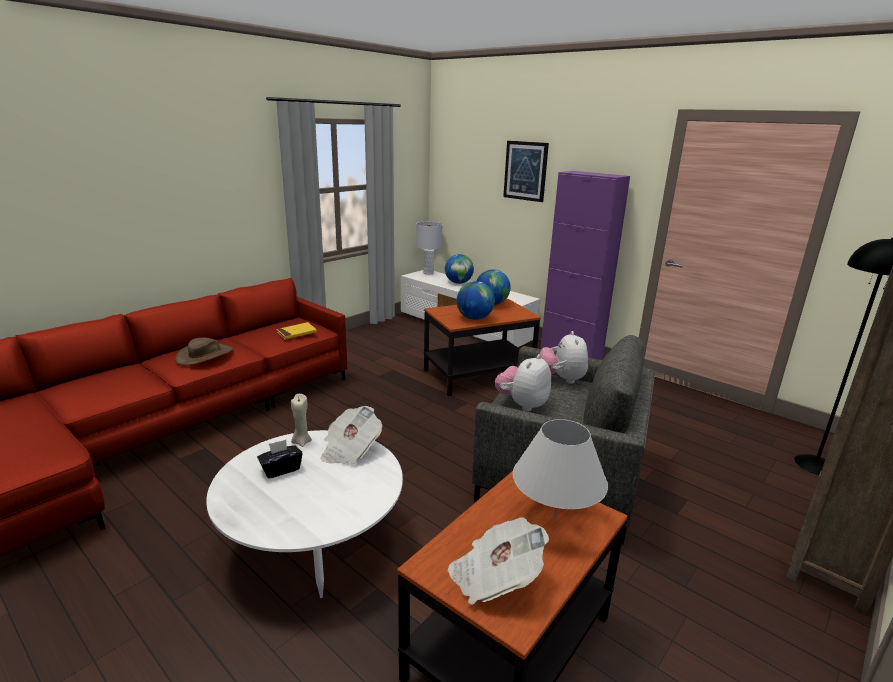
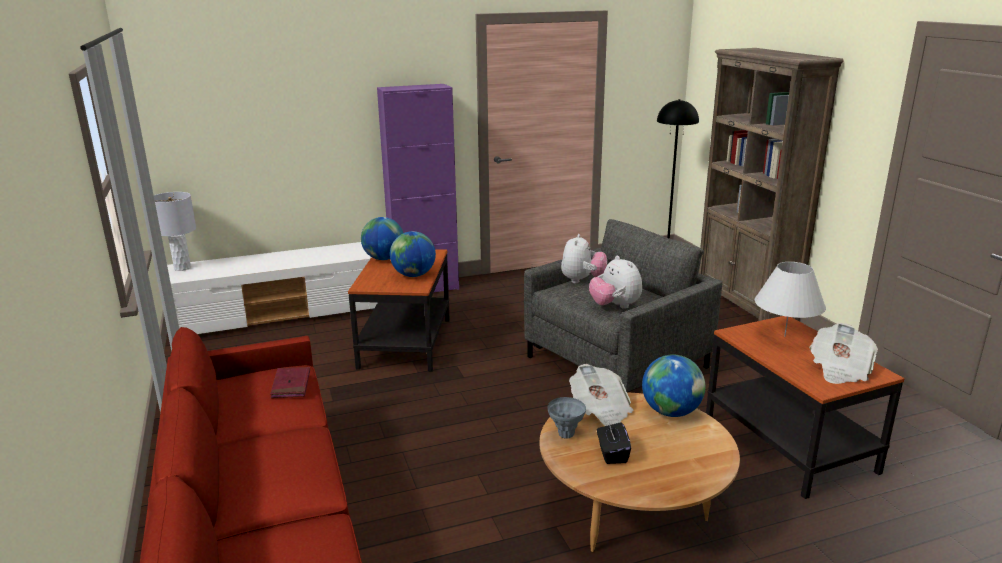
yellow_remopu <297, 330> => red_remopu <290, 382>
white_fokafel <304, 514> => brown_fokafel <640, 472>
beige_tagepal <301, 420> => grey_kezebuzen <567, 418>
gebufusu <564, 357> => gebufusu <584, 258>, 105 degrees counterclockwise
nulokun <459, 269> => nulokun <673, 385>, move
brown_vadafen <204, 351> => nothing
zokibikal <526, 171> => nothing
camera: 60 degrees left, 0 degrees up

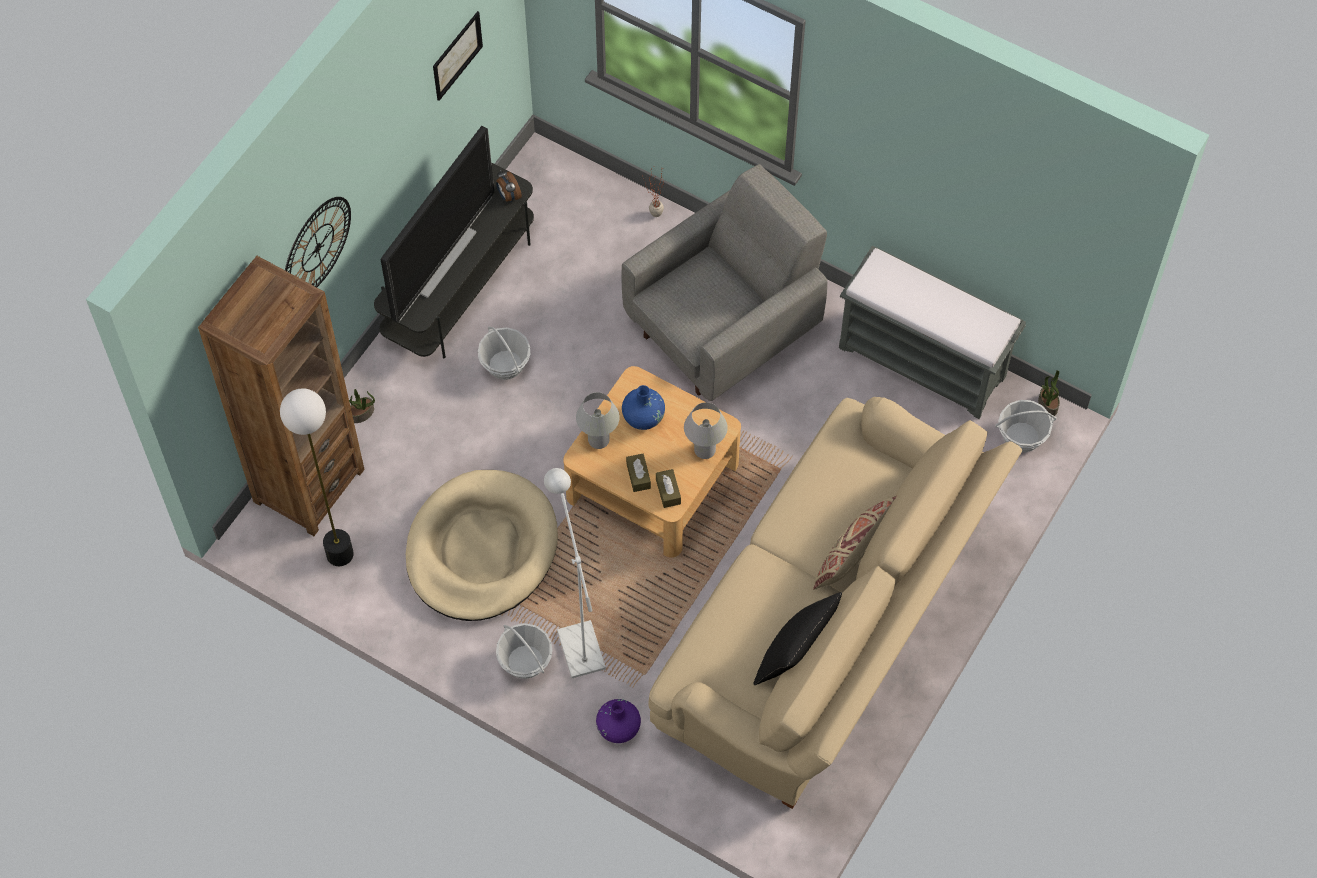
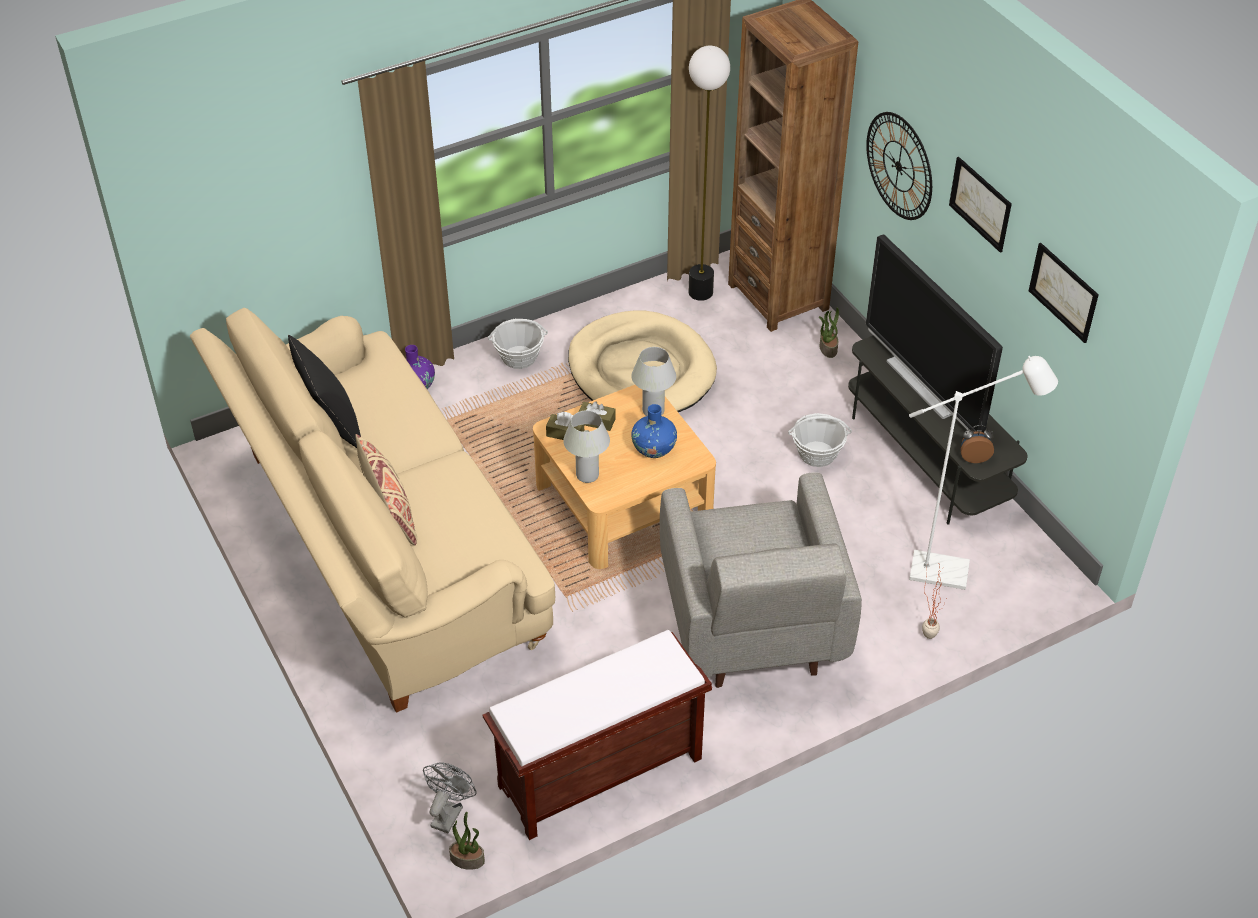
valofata <1026, 426> => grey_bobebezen <450, 797>
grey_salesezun <932, 332> => brown_salesezun <597, 735>
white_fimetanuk <575, 573> => white_fimetanuk <983, 473>, move
nothing => zokibikal <980, 205>
camera: 120 degrees right, 15 degrees down

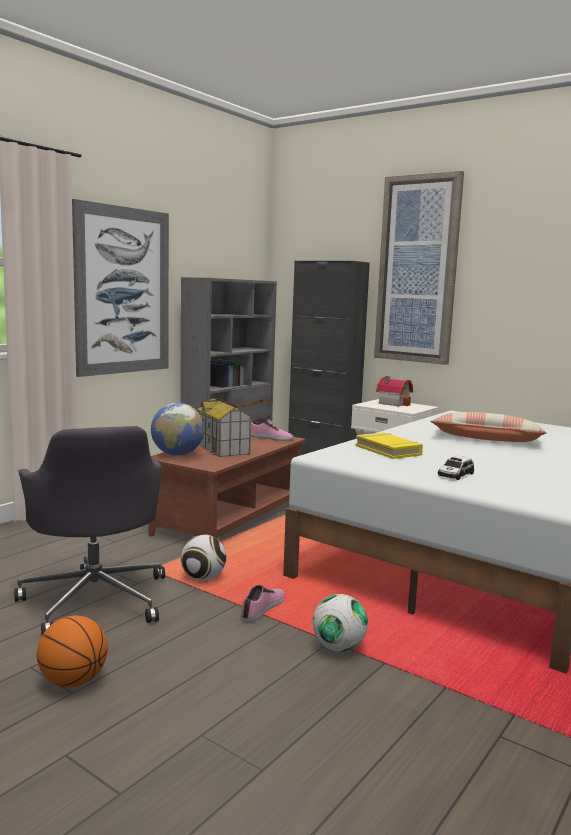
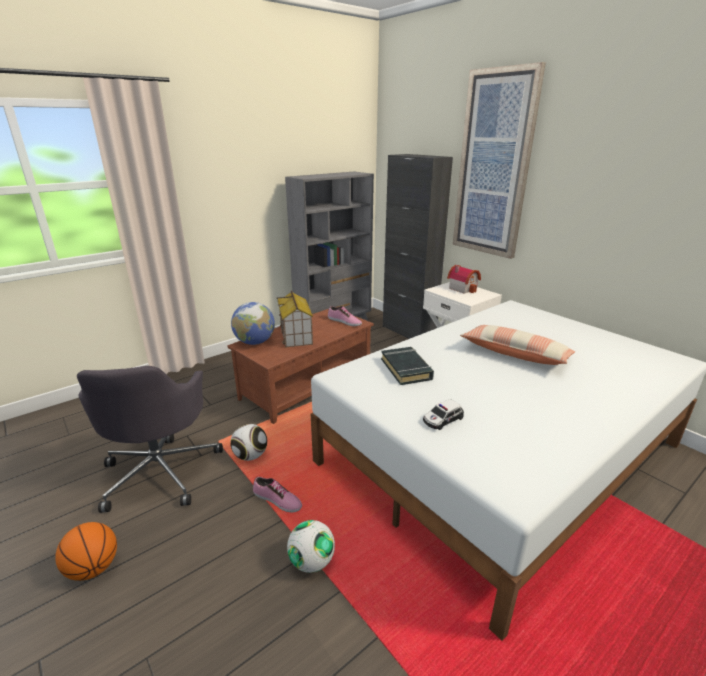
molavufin <263, 603> => molavufin <277, 495>, 75 degrees clockwise
yellow_remopu <389, 445> => black_remopu <407, 366>
zokibikal <120, 288> => nothing
camera: 15 degrees right, 15 degrees up

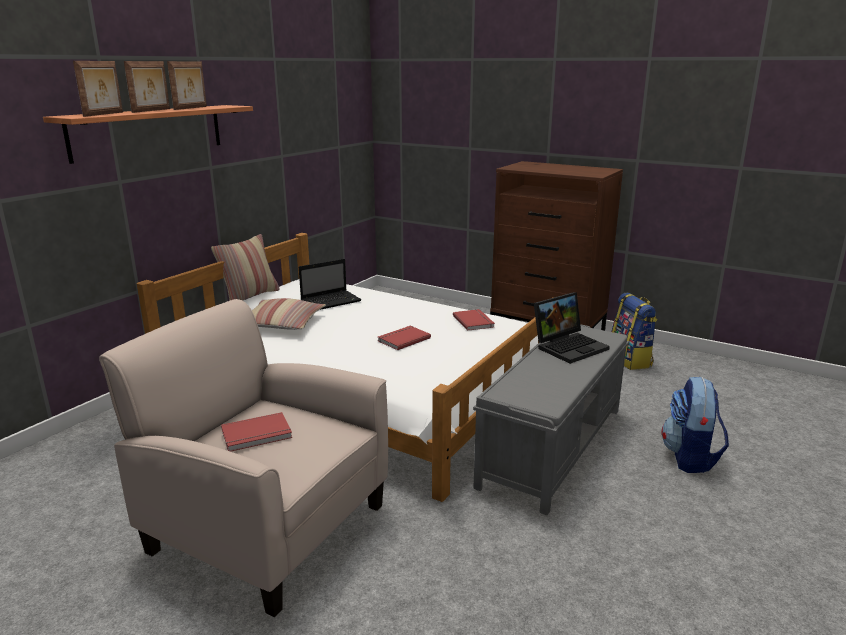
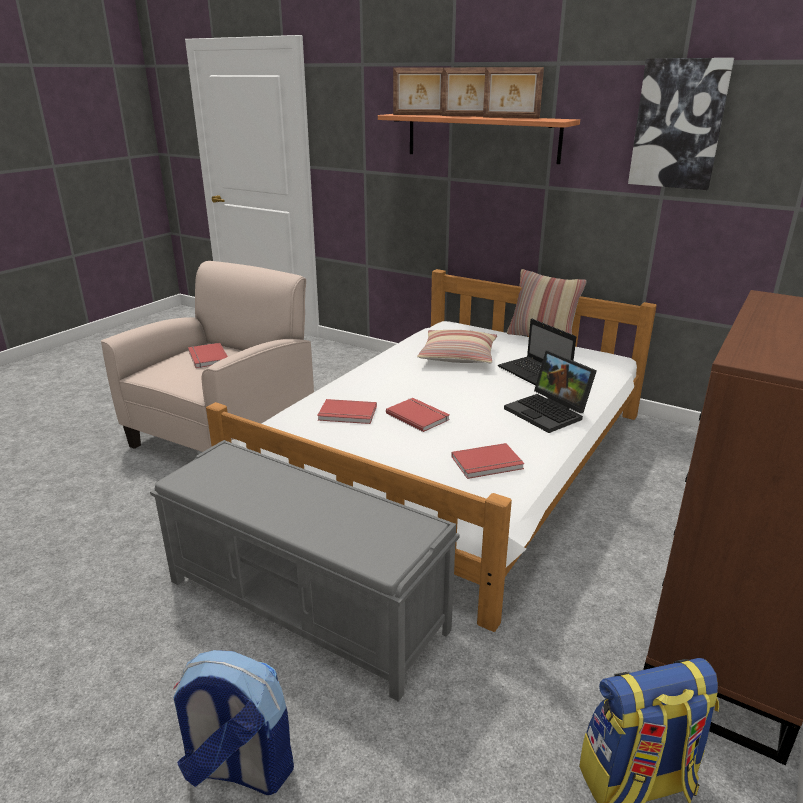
nothing => red_remopu <347, 411>
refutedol <572, 328> => refutedol <550, 392>, move
nothing => zokibikal <681, 124>
camera: 90 degrees right, 5 degrees up

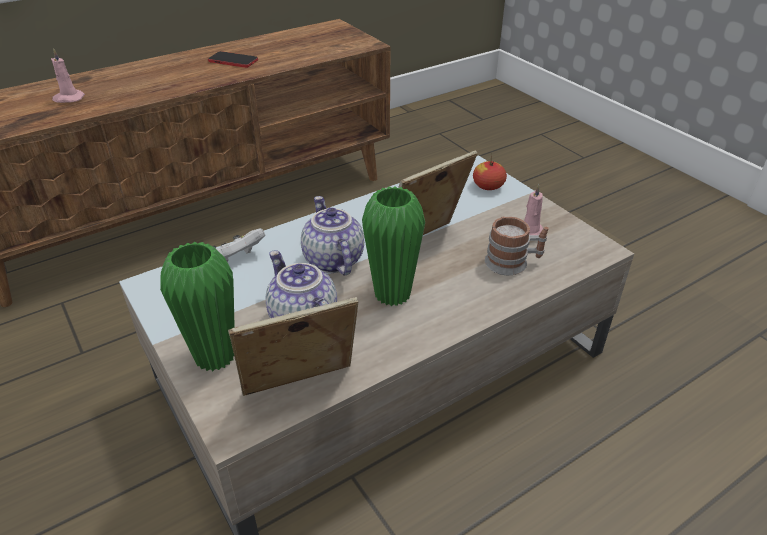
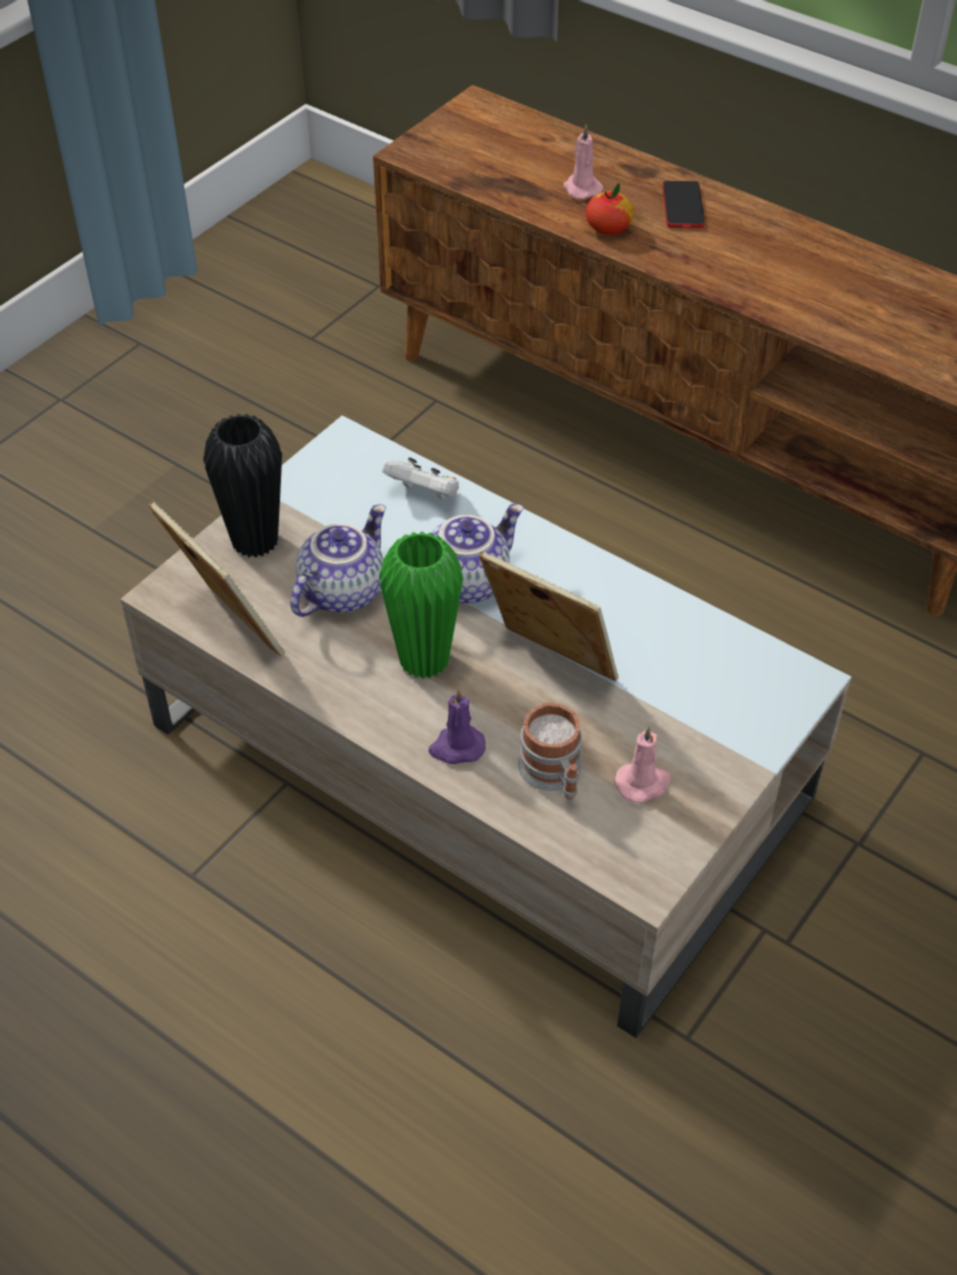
green_kezebuzen <197, 306> => black_kezebuzen <242, 485>
nothing => purple_tagepal <457, 726>
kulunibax <490, 172> => kulunibax <610, 209>, move
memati <233, 59> => memati <684, 204>, move
camera: 70 degrees right, 10 degrees up

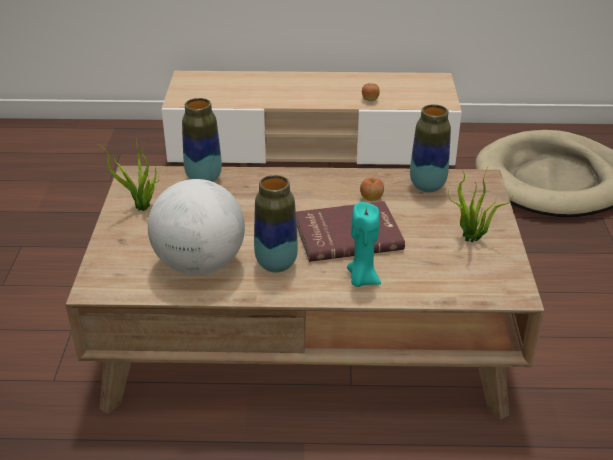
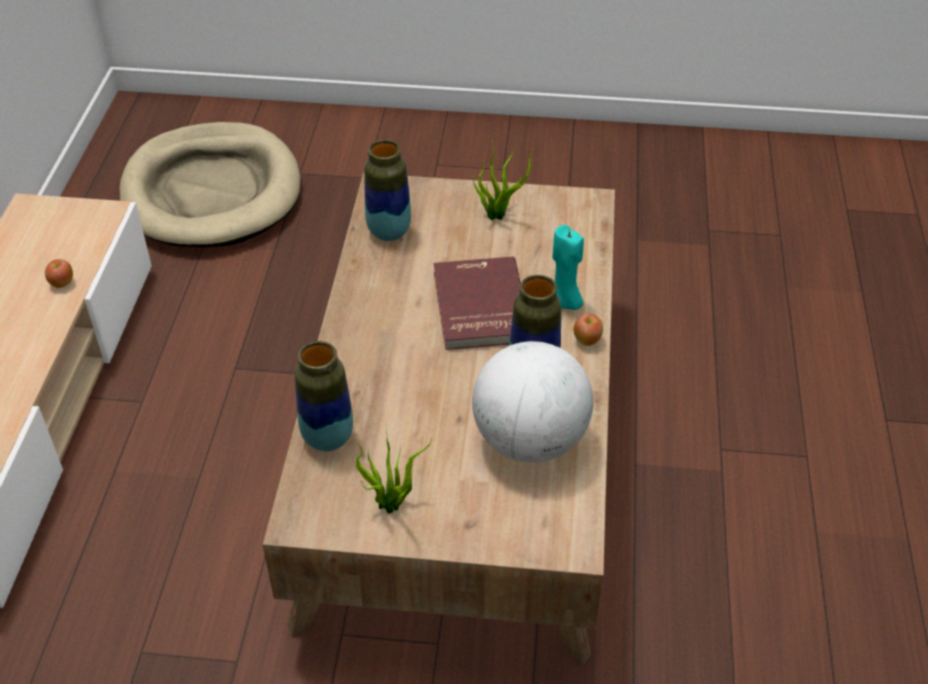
kulunibax <372, 189> => kulunibax <588, 330>, move
camera: 85 degrees left, 10 degrees up

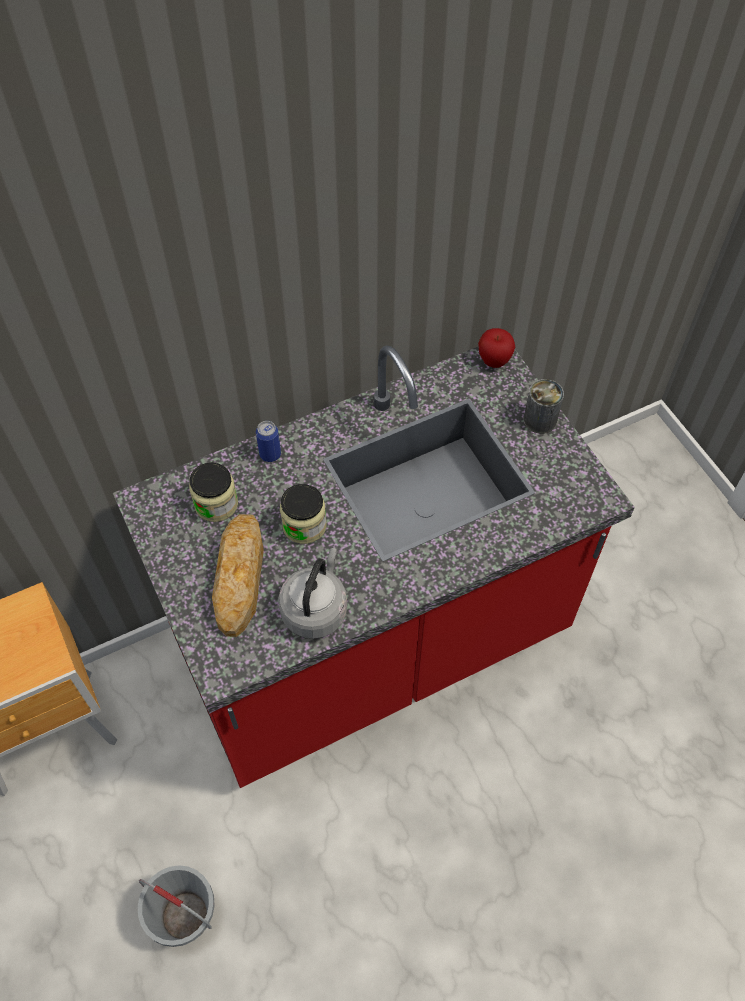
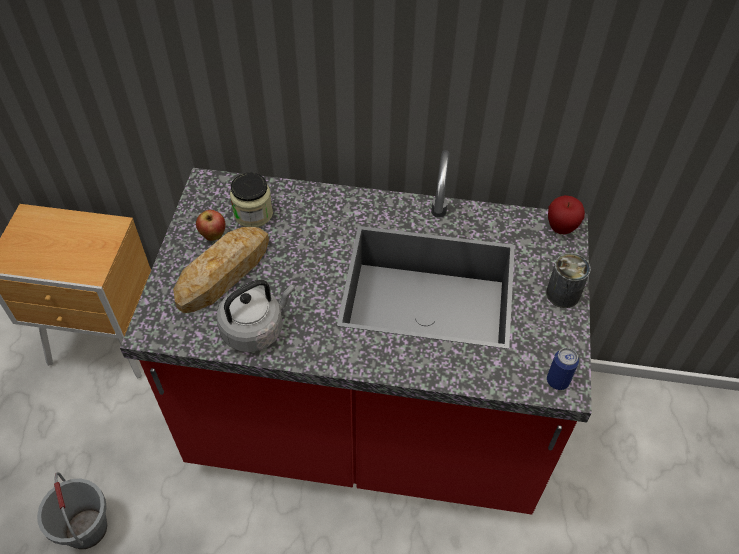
nothing => kulunibax <211, 225>
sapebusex <268, 441> => sapebusex <563, 369>, move
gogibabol <303, 514> => nothing
camera: 35 degrees right, 5 degrees down

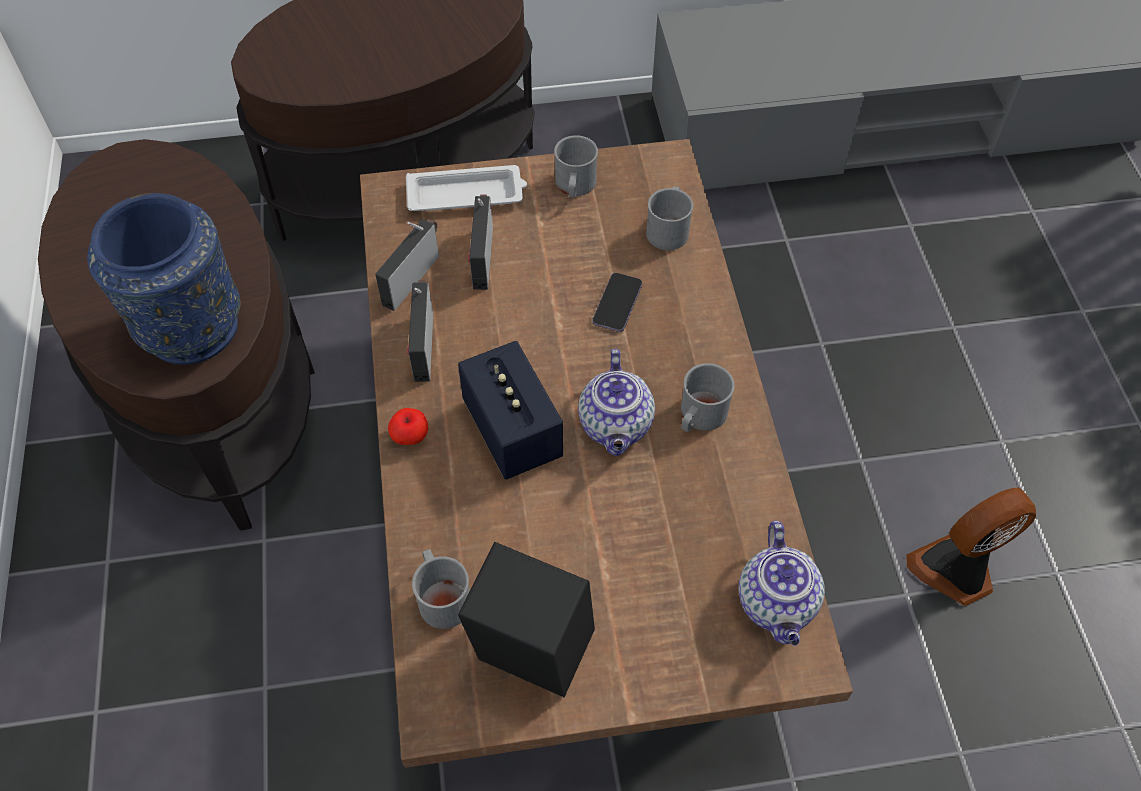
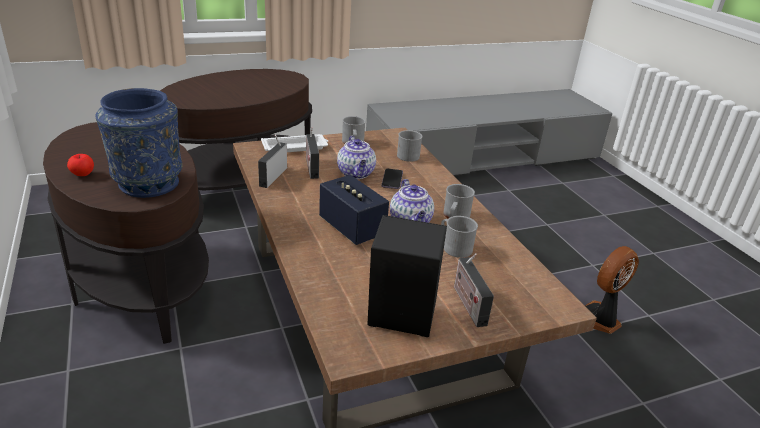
kulunibax <408, 426> => kulunibax <80, 165>, move
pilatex <781, 583> => pilatex <356, 157>, move
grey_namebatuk <441, 589> => grey_namebatuk <459, 237>, move
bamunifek <420, 331> => bamunifek <474, 290>, move
camera: 15 degrees left, 25 degrees down

